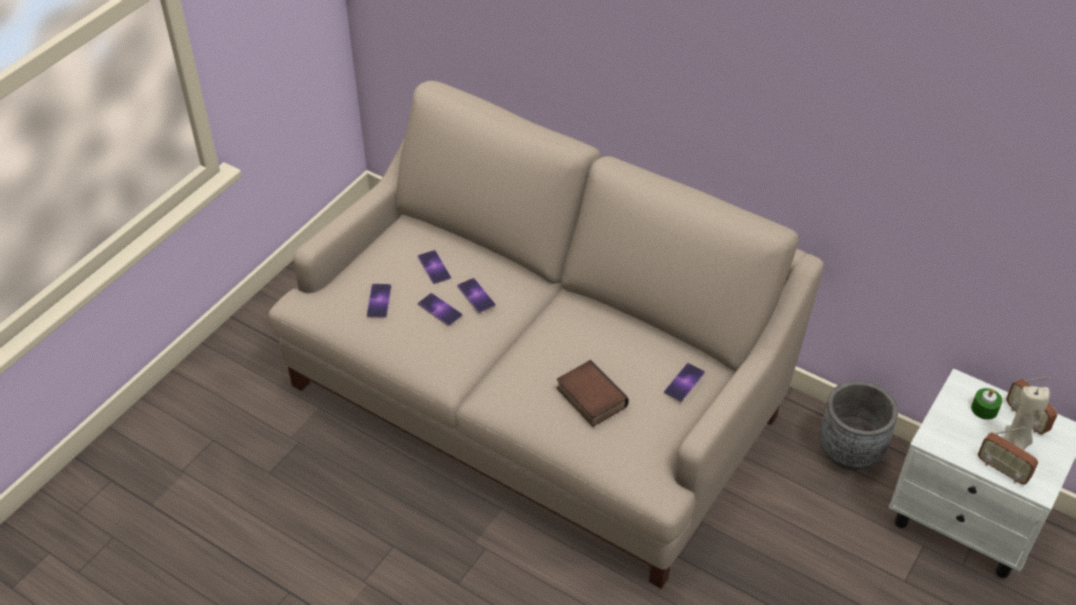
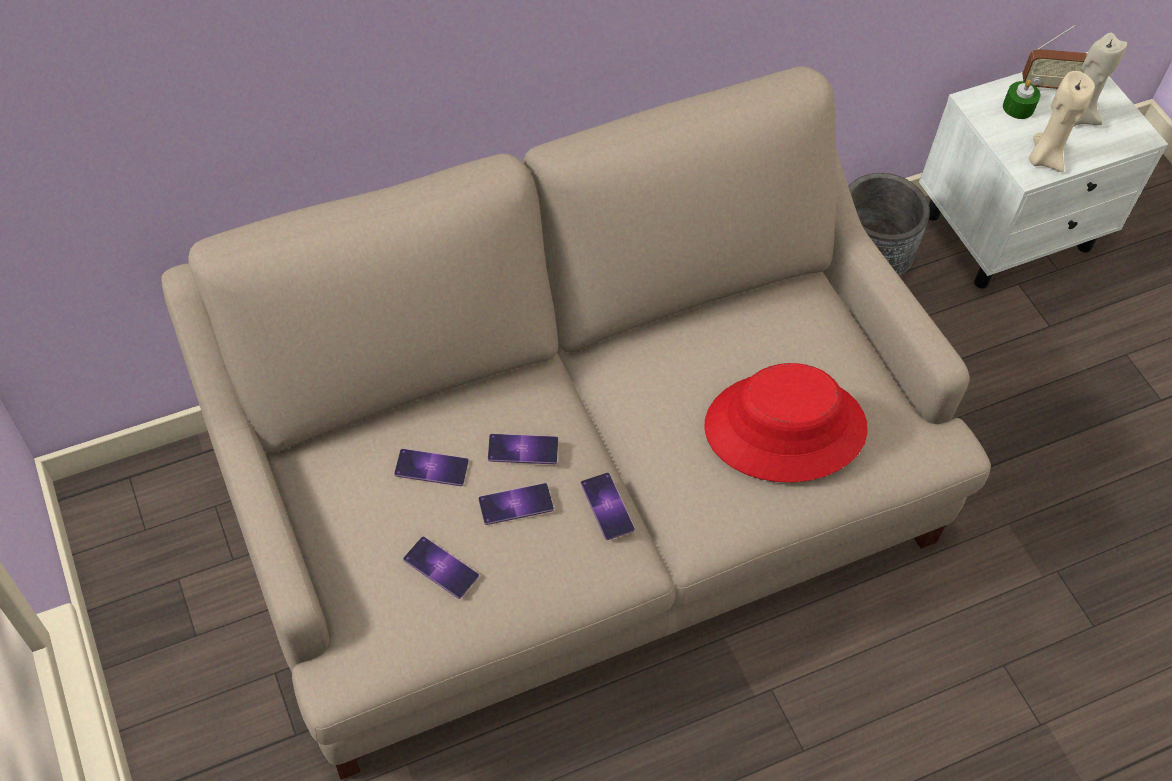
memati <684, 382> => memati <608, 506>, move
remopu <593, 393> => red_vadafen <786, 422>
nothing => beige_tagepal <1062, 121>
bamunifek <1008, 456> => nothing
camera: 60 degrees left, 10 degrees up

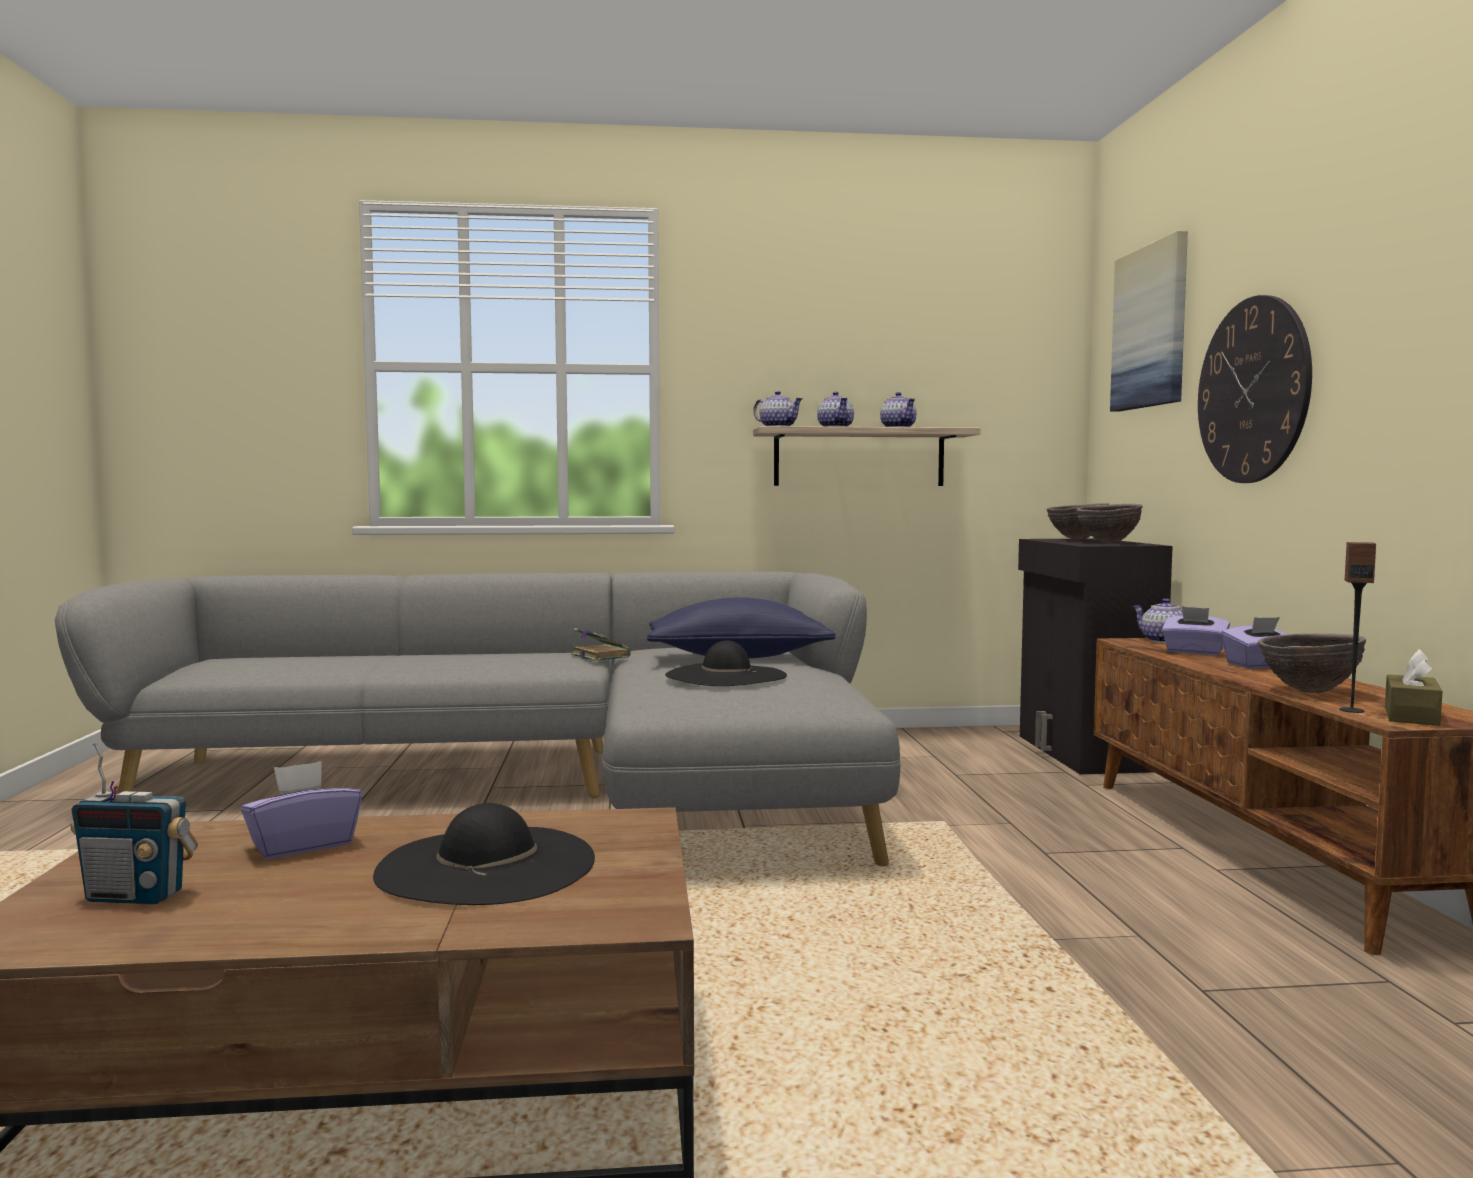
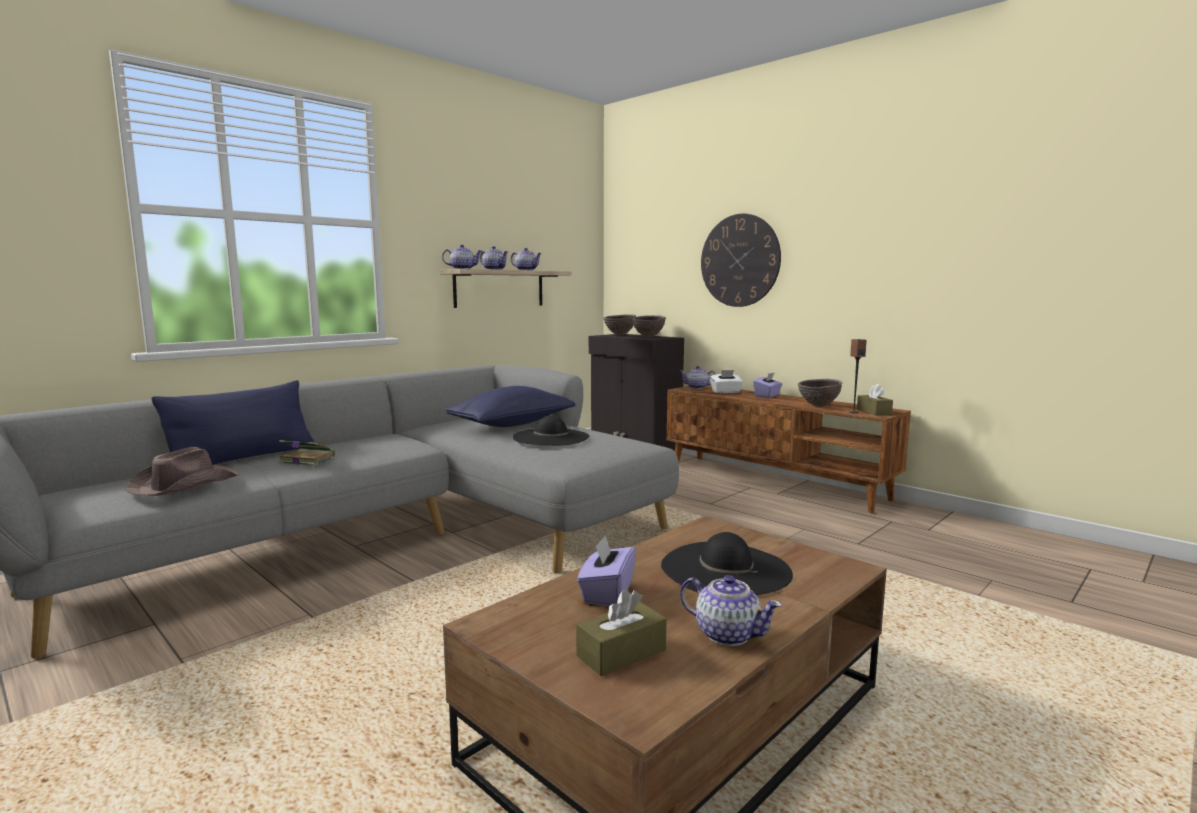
nothing => brown_vadafen <182, 471>
nothing => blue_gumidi <233, 422>
remopu <601, 644> => remopu <307, 453>, move
bamunifek <134, 823> => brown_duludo <621, 632>
nothing => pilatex <731, 610>
purple_duludo <1196, 630> => white_duludo <726, 381>
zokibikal <1149, 321> => nothing
camera: 40 degrees left, 5 degrees up

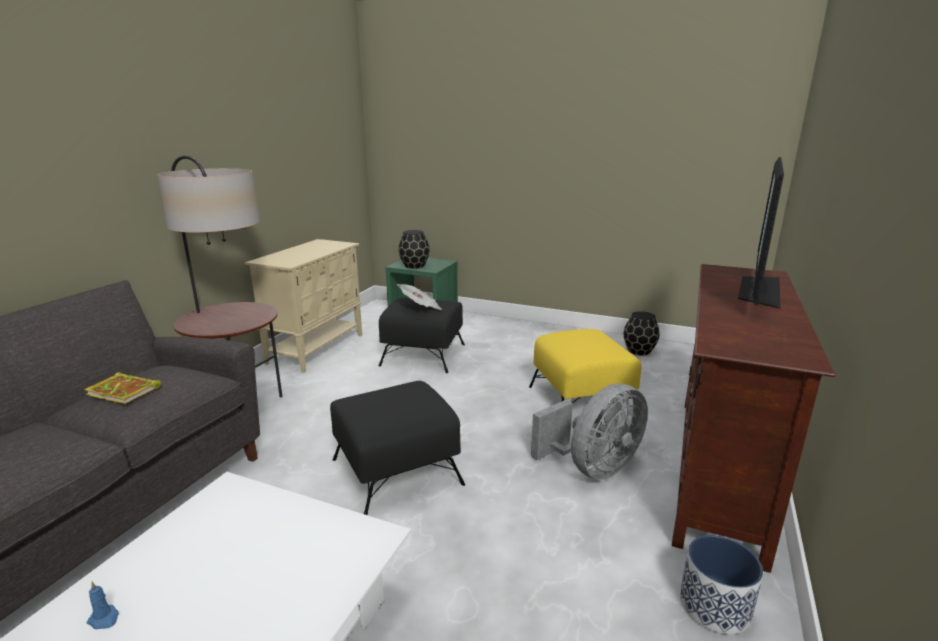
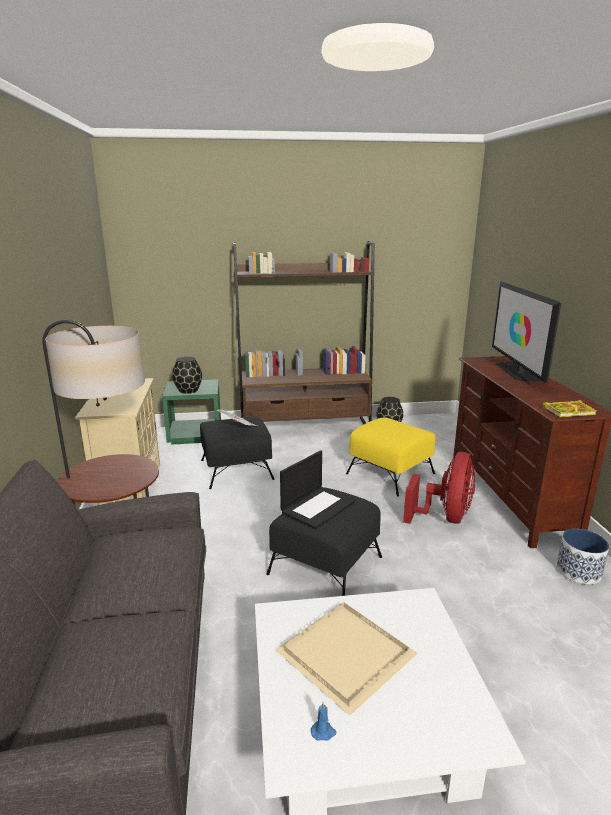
nothing => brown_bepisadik <304, 332>
nothing => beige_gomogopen <347, 659>
nothing => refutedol <317, 489>
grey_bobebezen <589, 431> => red_bobebezen <439, 488>
remopu <122, 388> => remopu <570, 408>, move
camera: 30 degrees left, 0 degrees up

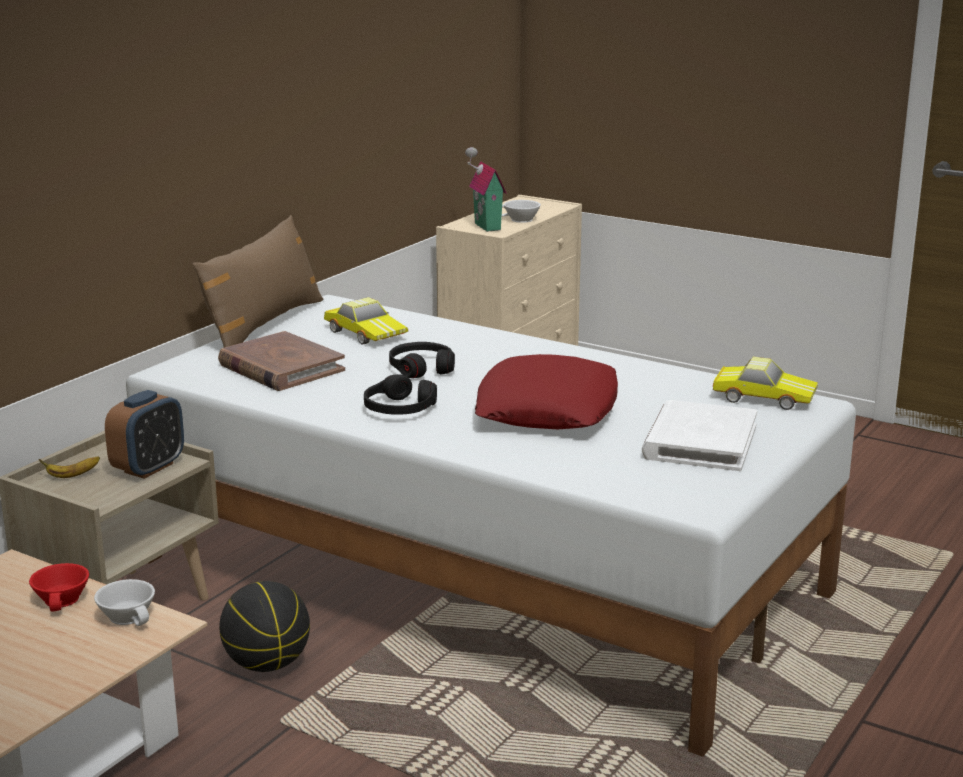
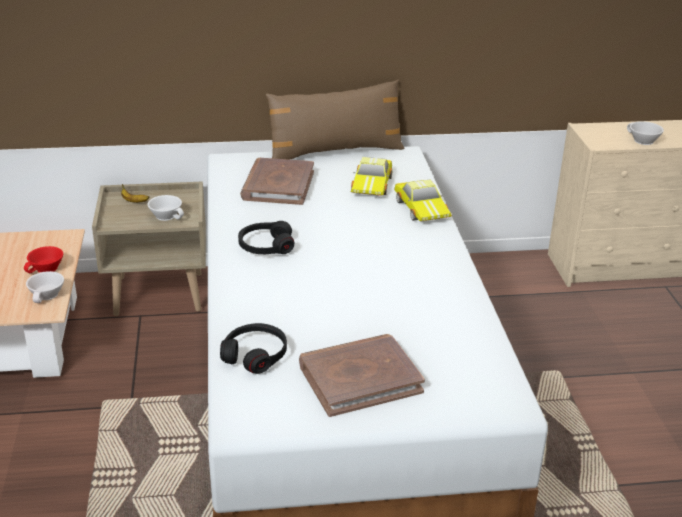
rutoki <144, 434> => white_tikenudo <165, 208>
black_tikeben <422, 360> => black_tikeben <253, 348>, move
white_remopu <699, 435> => brown_remopu <362, 375>
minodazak <765, 383> => minodazak <423, 200>, move
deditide <264, 626> => nothing
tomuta <486, 189> => nothing
red_gumidi <546, 391> => nothing
camera: 50 degrees right, 10 degrees up

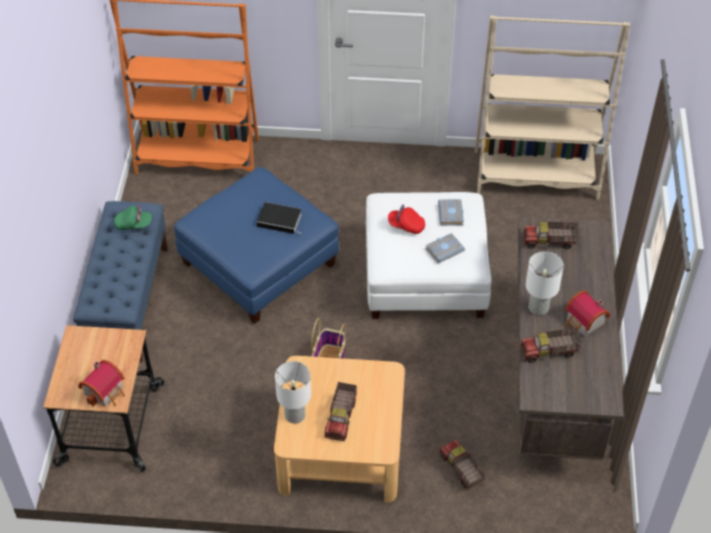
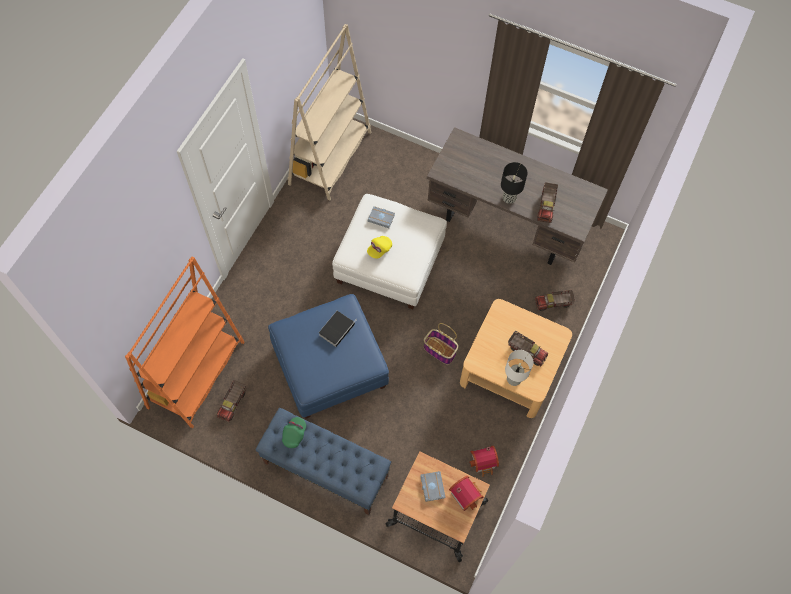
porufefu <551, 235> => porufefu <231, 401>, move
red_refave <406, 219> => yellow_refave <379, 247>
grey_remopu <445, 248> => grey_remopu <433, 486>, move
tomuta <587, 313> => tomuta <484, 461>, move
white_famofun <544, 283> => black_famofun <514, 183>
camera: 70 degrees left, 15 degrees up

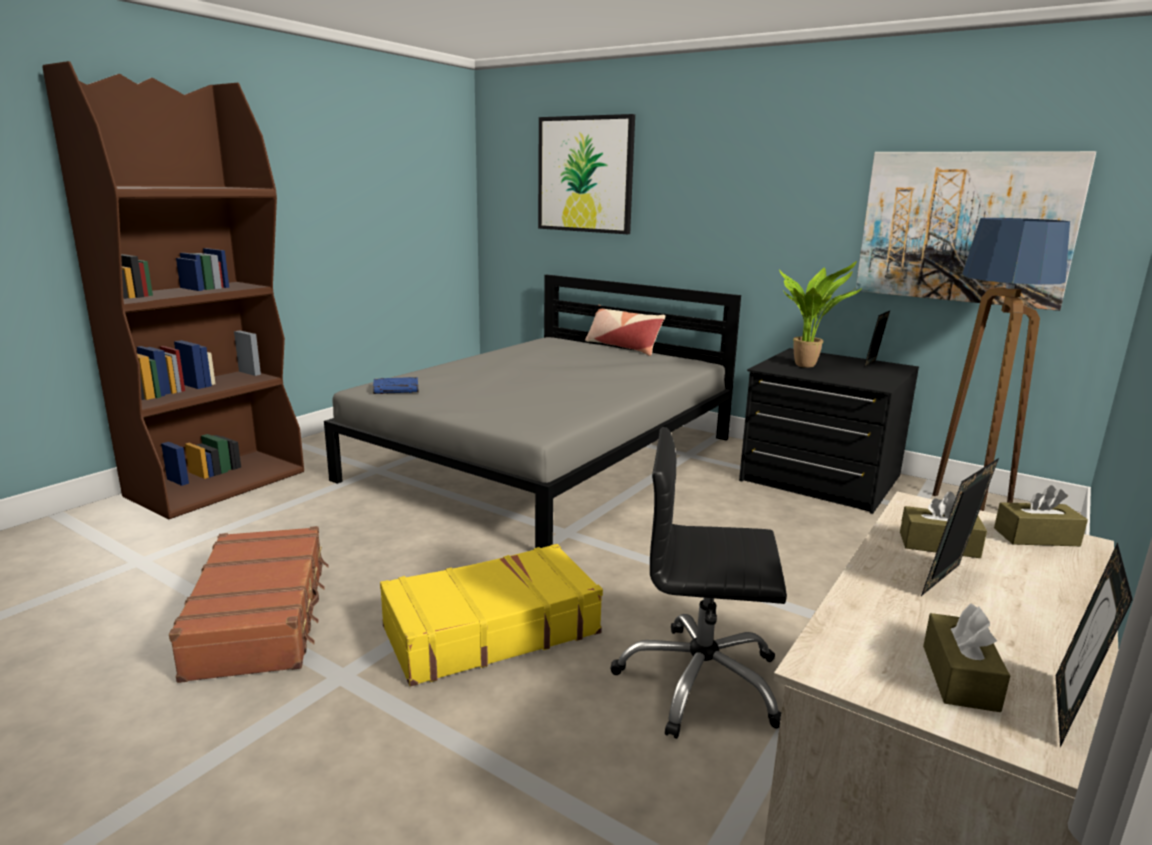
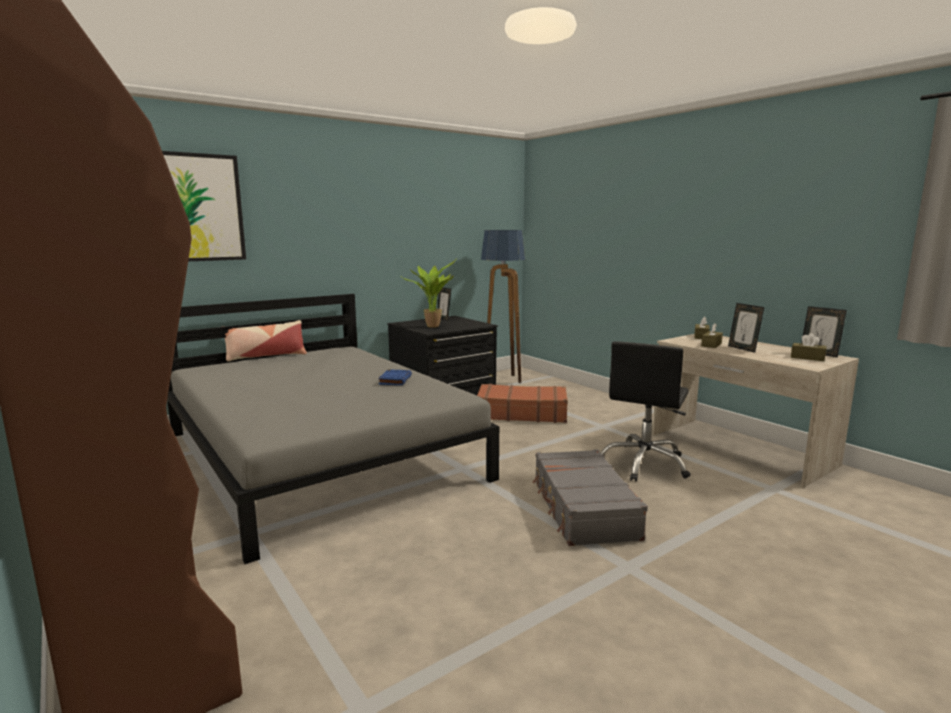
blue_remopu <396, 385> => blue_remopu <395, 377>, move
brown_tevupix <249, 604> => brown_tevupix <522, 403>, move
yellow_tevupix <491, 615> => grey_tevupix <590, 497>
zokibikal <975, 231> => nothing
camera: 70 degrees left, 5 degrees down

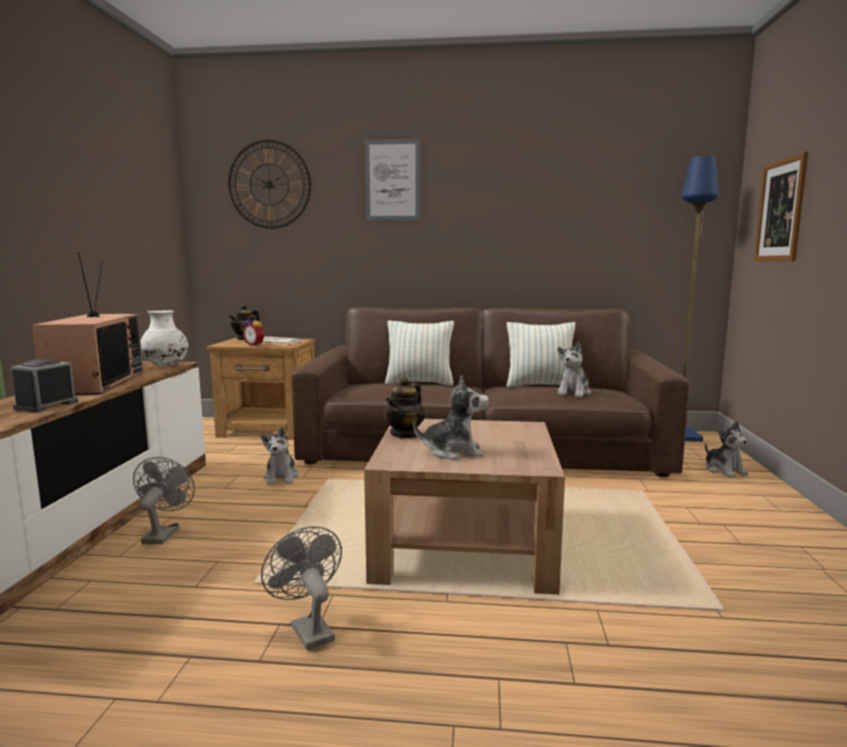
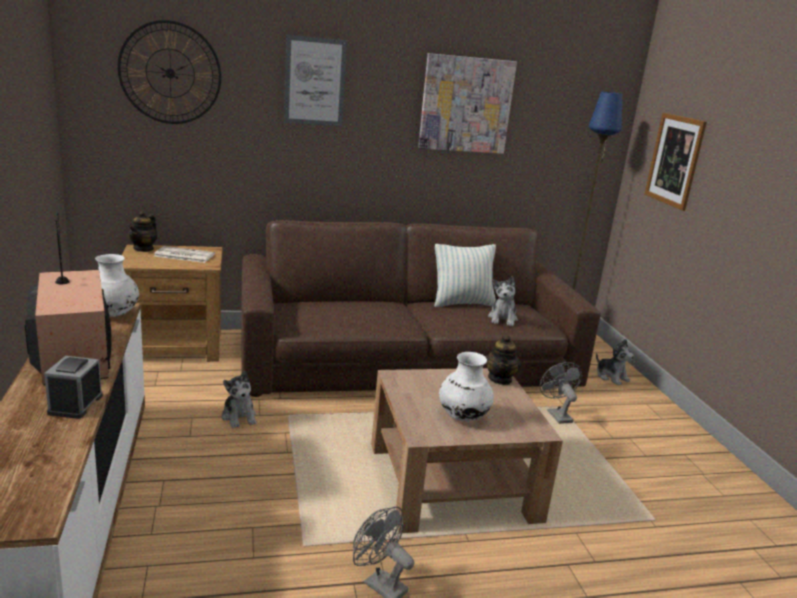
nothing => zokibikal <467, 103>
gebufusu <451, 417> => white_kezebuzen <466, 386>
pilatex <404, 408> => pilatex <503, 360>, move
grey_bobebezen <164, 500> => grey_bobebezen <561, 393>, move
rutoki <253, 330> => nothing
gumidi <419, 353> => nothing
camera: 20 degrees left, 10 degrees up

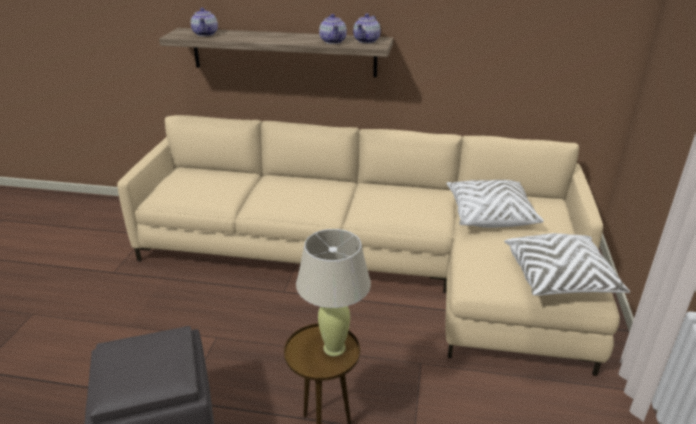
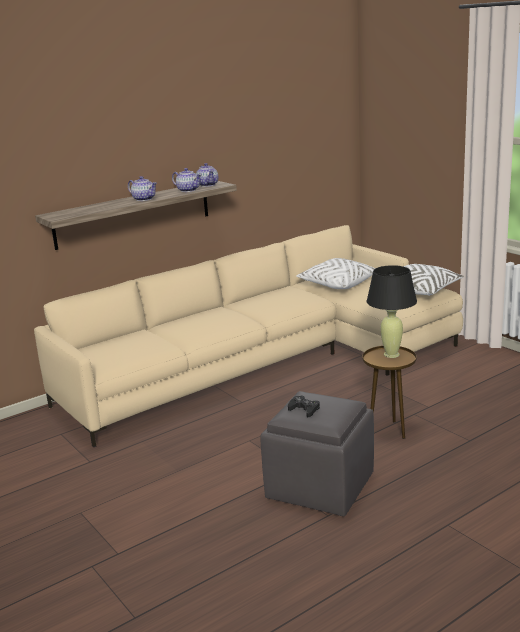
pilatex <204, 22> => pilatex <142, 188>, move
nothing => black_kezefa <304, 406>
beige_famofun <333, 292> => black_famofun <392, 311>
camera: 45 degrees left, 10 degrees down

